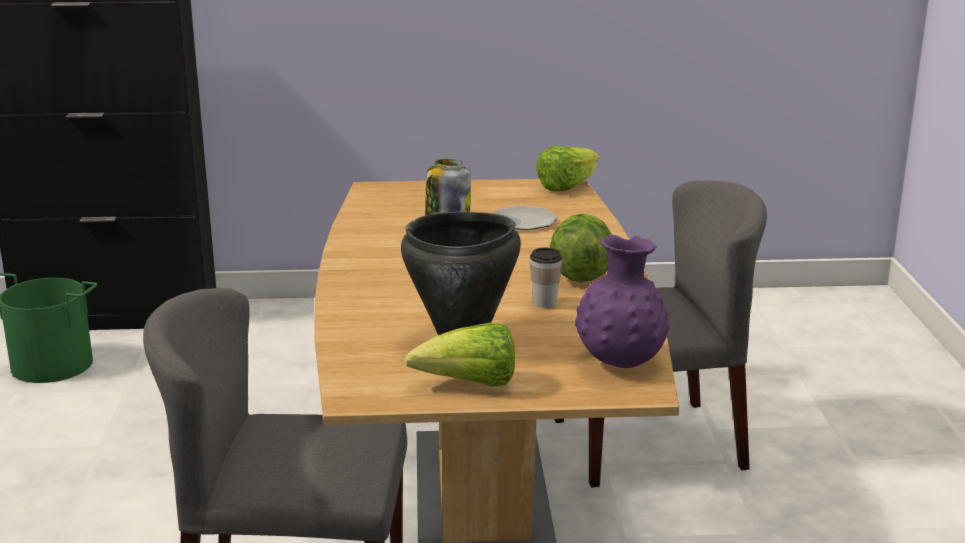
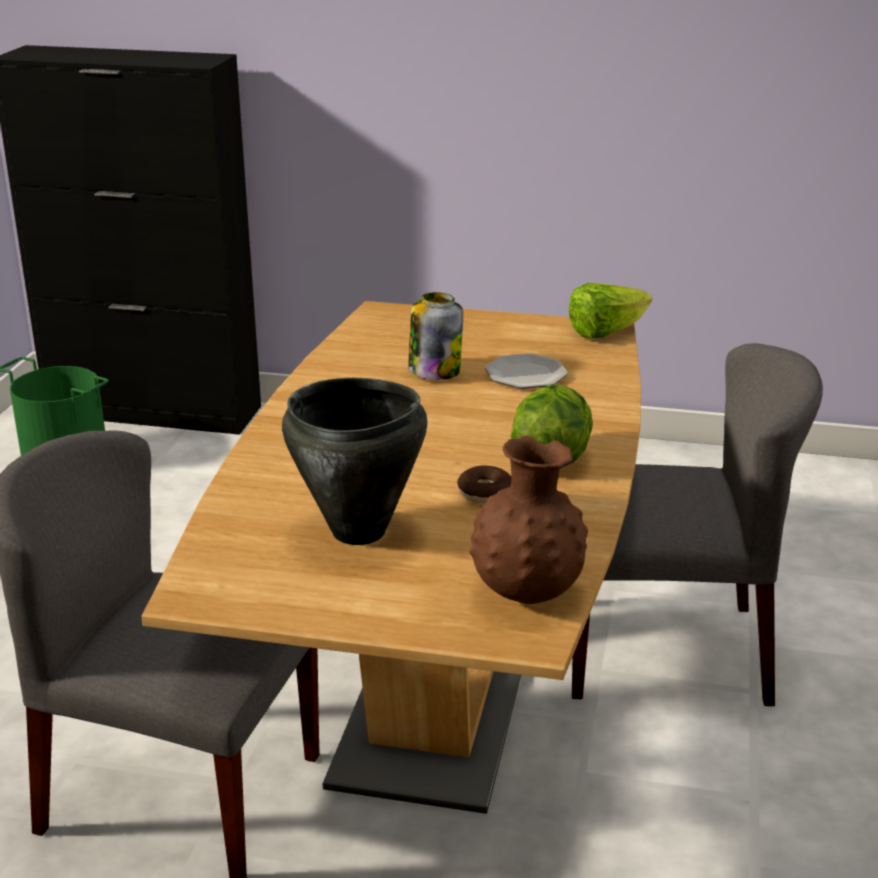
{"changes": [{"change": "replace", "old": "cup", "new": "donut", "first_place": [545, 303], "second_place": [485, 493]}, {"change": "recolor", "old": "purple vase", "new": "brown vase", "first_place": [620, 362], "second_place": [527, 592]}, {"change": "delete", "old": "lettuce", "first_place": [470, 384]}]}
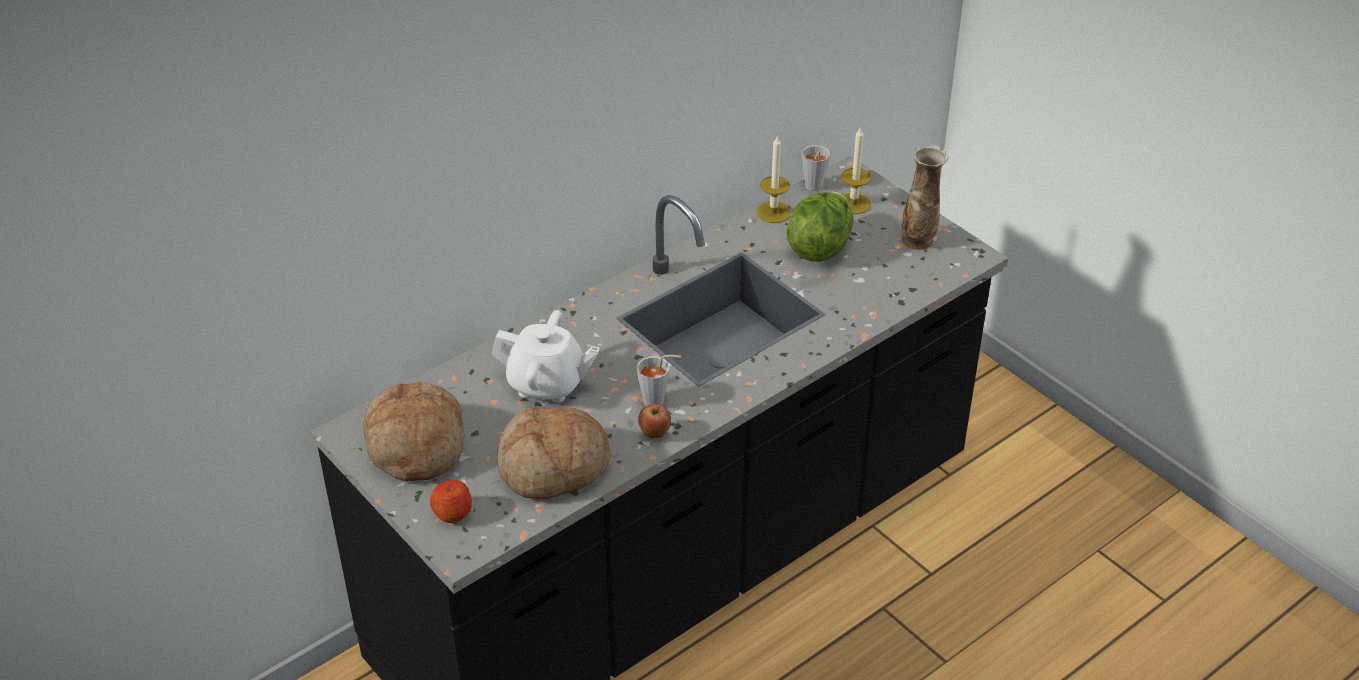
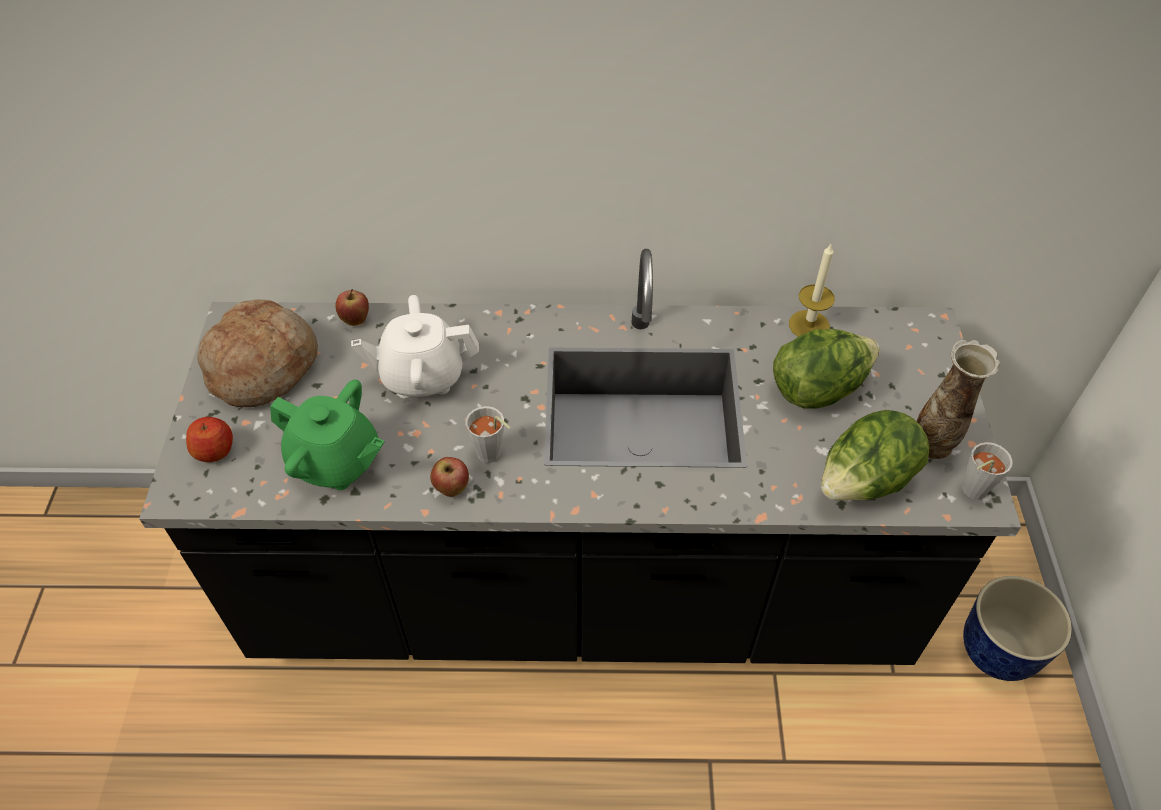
{"changes": [{"change": "replace", "old": "bread", "new": "green teapot", "first_place": [553, 467], "second_place": [336, 462]}, {"change": "insert", "new": "apple", "second_place": [355, 320]}, {"change": "rotate", "old": "white teapot", "first_place": [547, 384], "second_place": [422, 376], "degrees": 120}, {"change": "insert", "new": "lettuce", "second_place": [864, 482]}, {"change": "move", "old": "grey cup", "first_place": [812, 188], "second_place": [969, 492]}, {"change": "insert", "new": "planter", "second_place": [996, 650]}, {"change": "delete", "old": "candle", "first_place": [853, 204]}]}
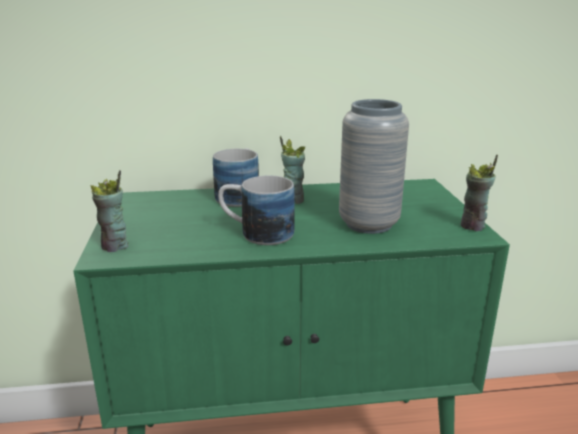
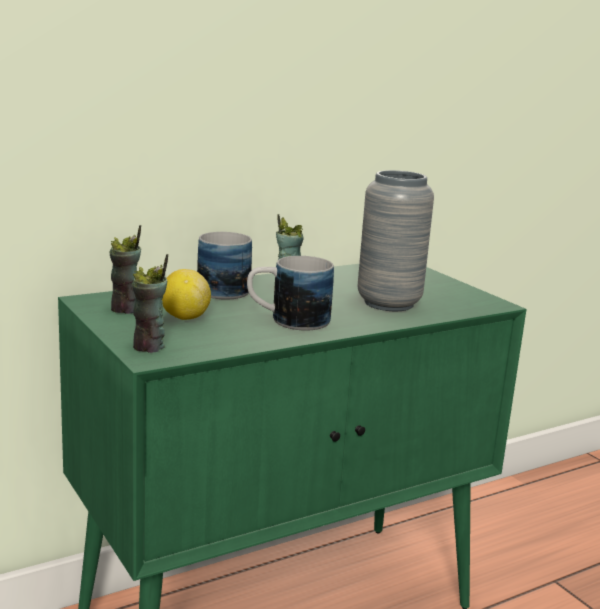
{"changes": [{"change": "move", "old": "cup", "first_place": [473, 226], "second_place": [125, 309]}, {"change": "insert", "new": "lemon", "second_place": [184, 317]}]}
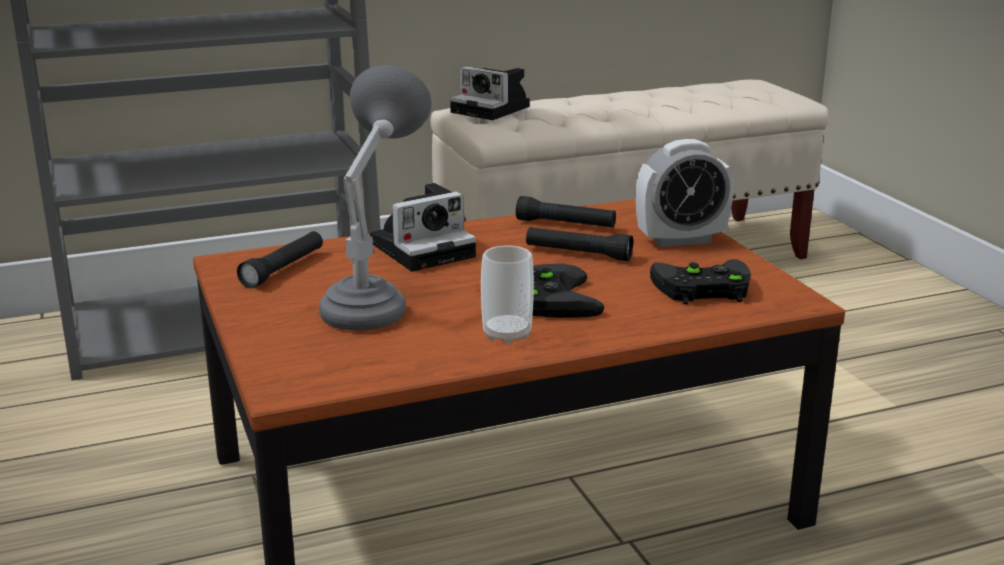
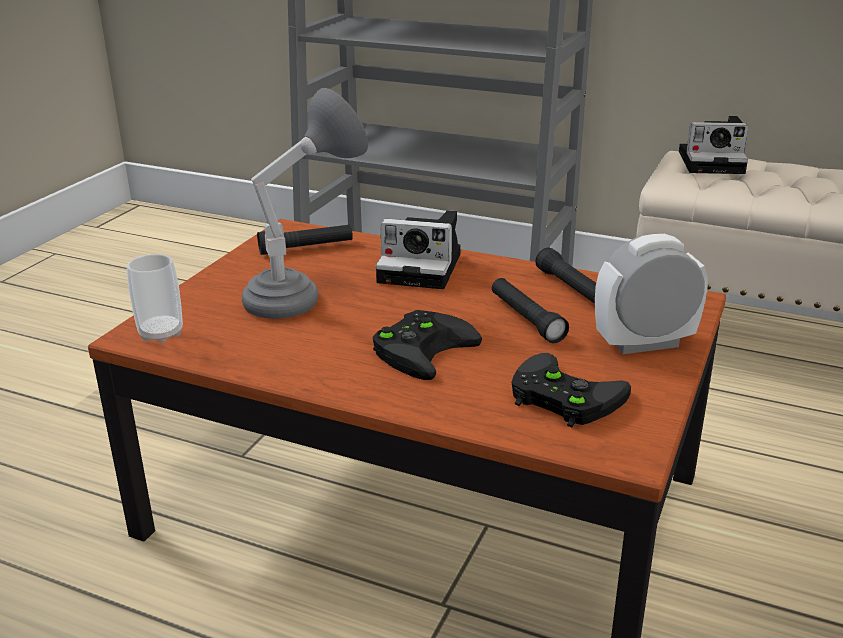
{"changes": [{"change": "move", "old": "cup", "first_place": [507, 334], "second_place": [161, 334]}, {"change": "rotate", "old": "alarm clock", "first_place": [681, 240], "second_place": [644, 343], "degrees": 135}, {"change": "rotate", "old": "photo camera", "first_place": [493, 109], "second_place": [713, 162], "degrees": -75}]}
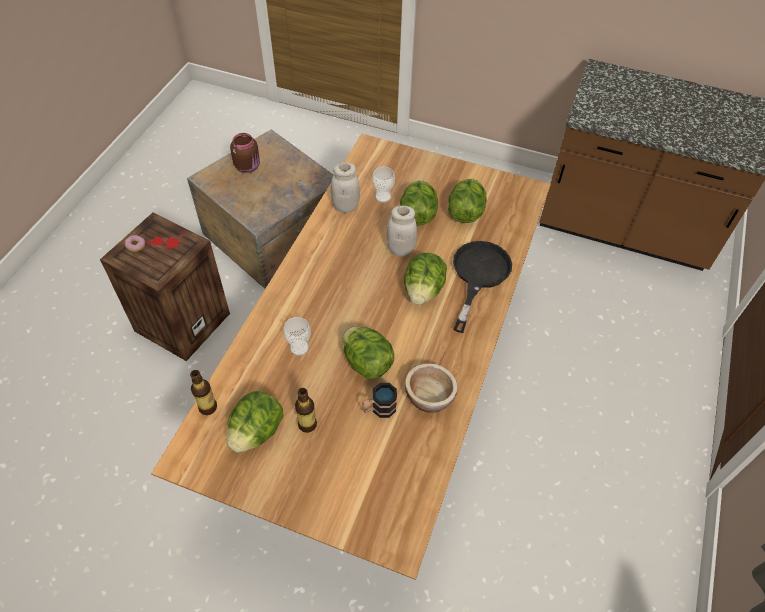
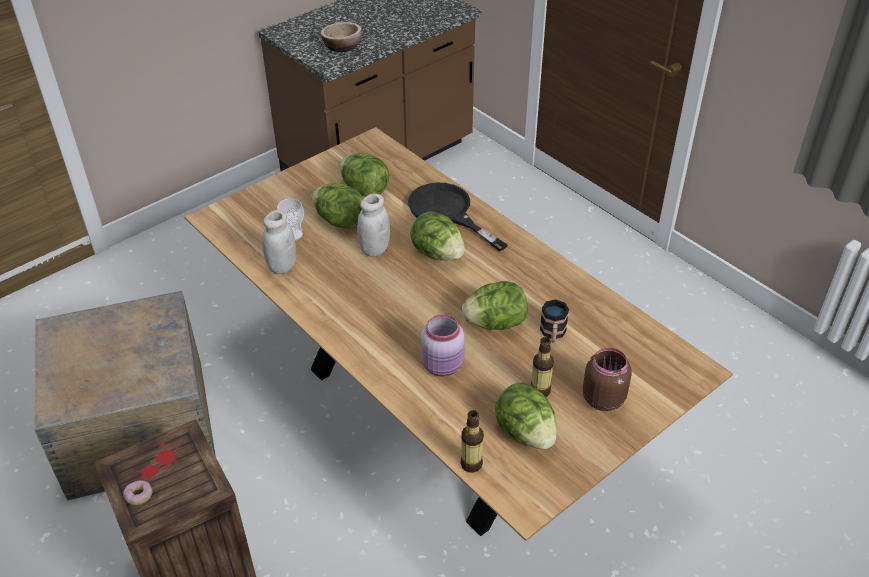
{"changes": [{"change": "move", "old": "bowl", "first_place": [429, 396], "second_place": [342, 47]}, {"change": "replace", "old": "cup", "new": "pink jar", "first_place": [299, 347], "second_place": [443, 366]}, {"change": "move", "old": "brown jar", "first_place": [248, 167], "second_place": [603, 398]}]}
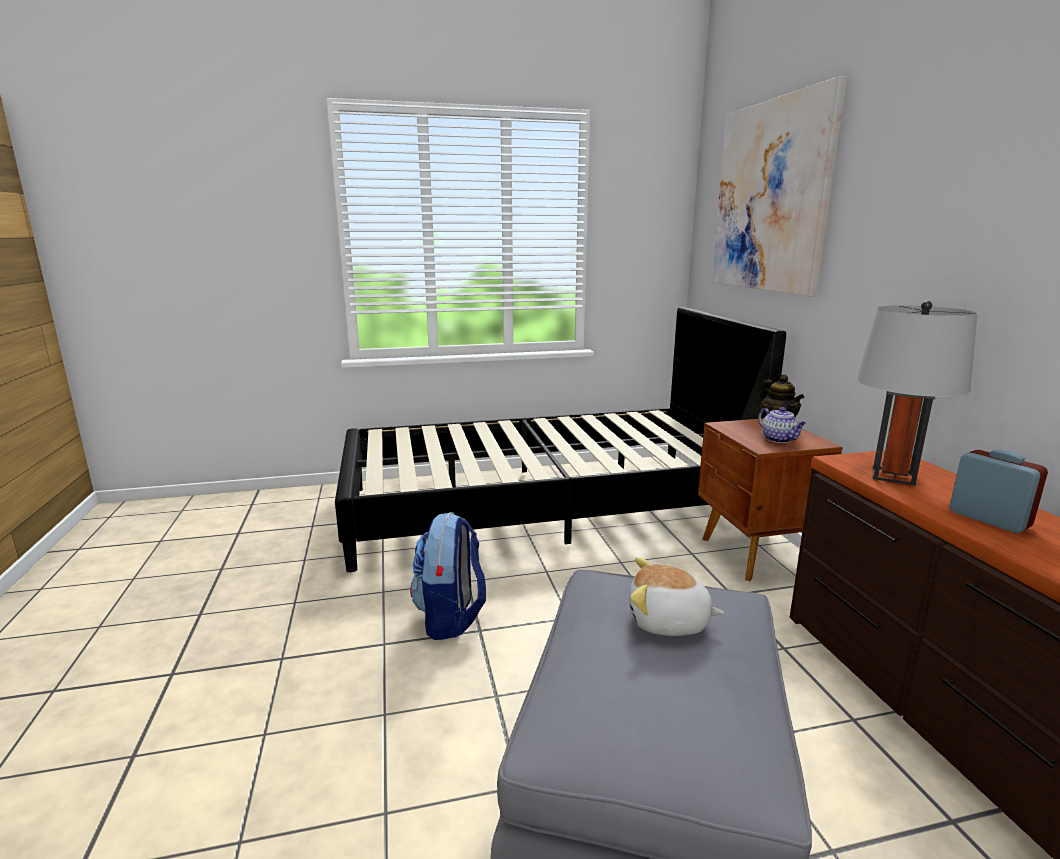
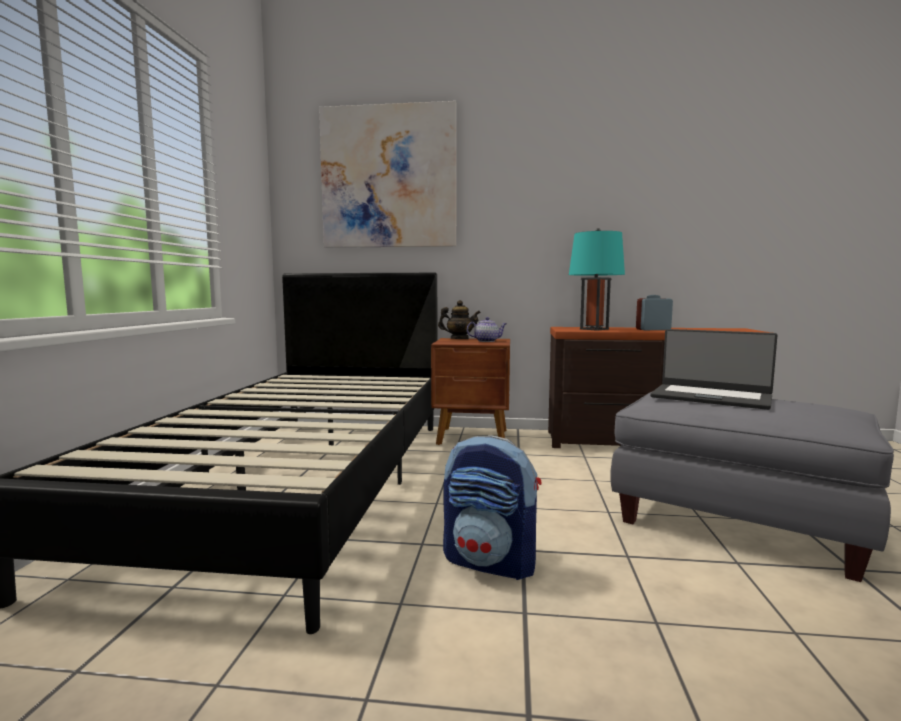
{"changes": [{"change": "recolor", "old": "grey table lamp", "new": "turquoise table lamp", "first_place": [893, 476], "second_place": [594, 329]}, {"change": "replace", "old": "plush toy", "new": "laptop", "first_place": [668, 622], "second_place": [711, 397]}]}
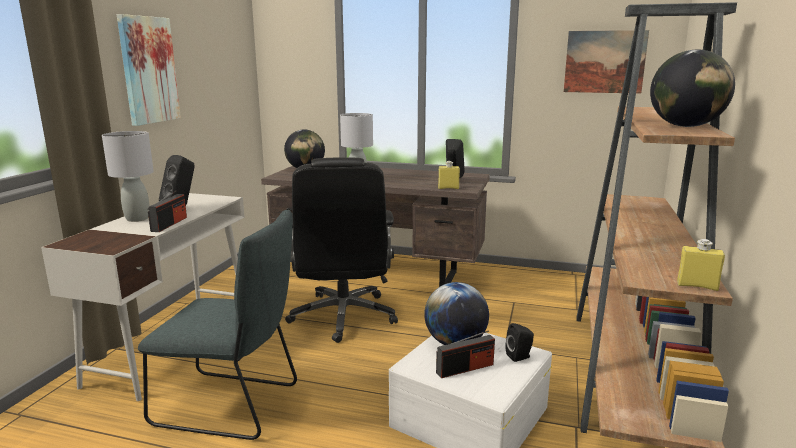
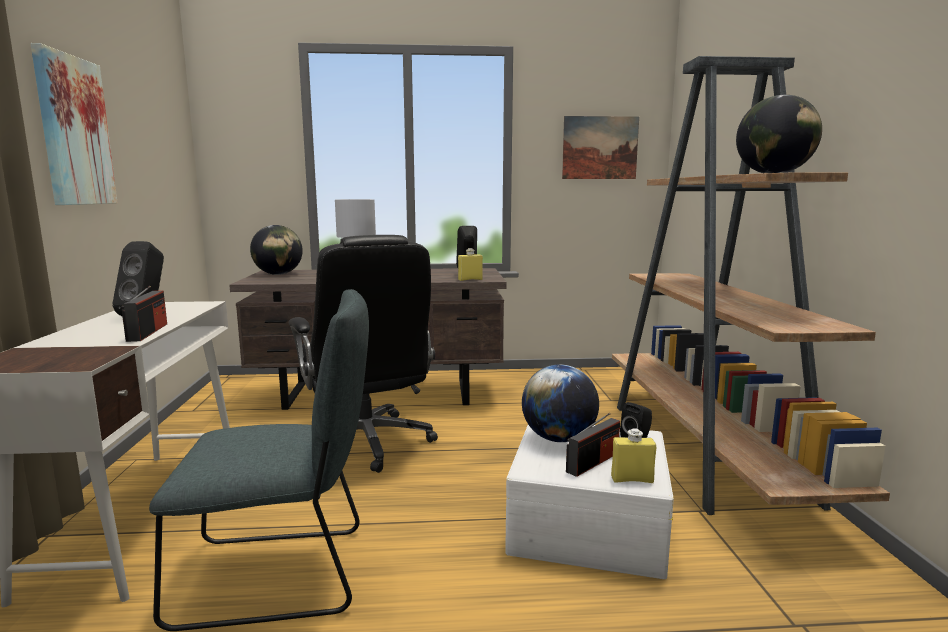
{"changes": [{"change": "move", "old": "yellow bottle", "first_place": [697, 286], "second_place": [632, 479]}, {"change": "delete", "old": "grey table lamp", "first_place": [138, 219]}]}
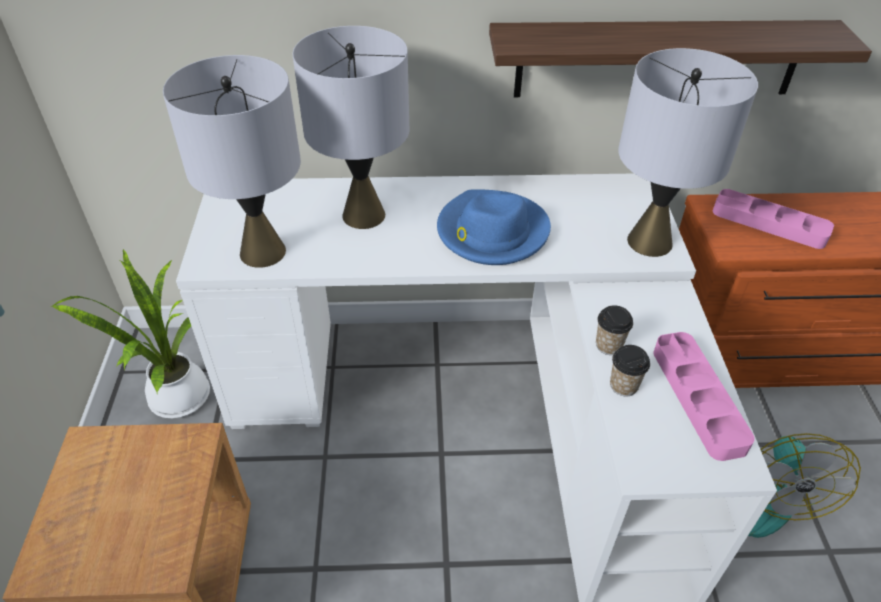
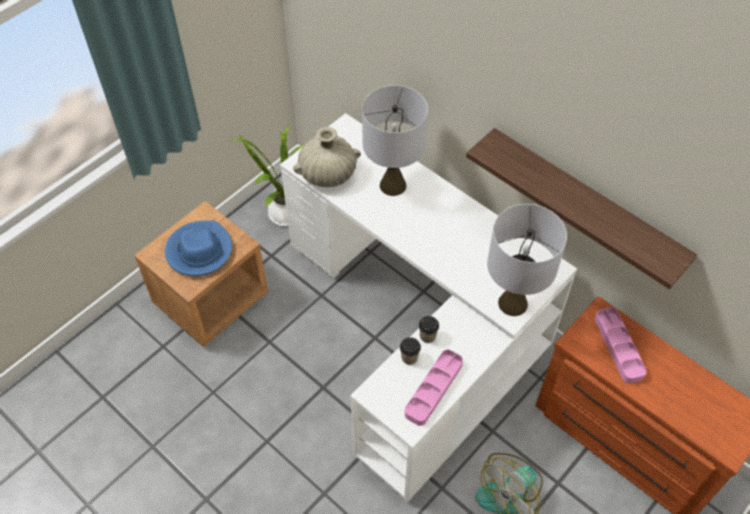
{"changes": [{"change": "move", "old": "blue hat", "first_place": [491, 232], "second_place": [199, 250]}, {"change": "replace", "old": "grey table lamp", "new": "beige vase", "first_place": [262, 252], "second_place": [328, 174]}]}
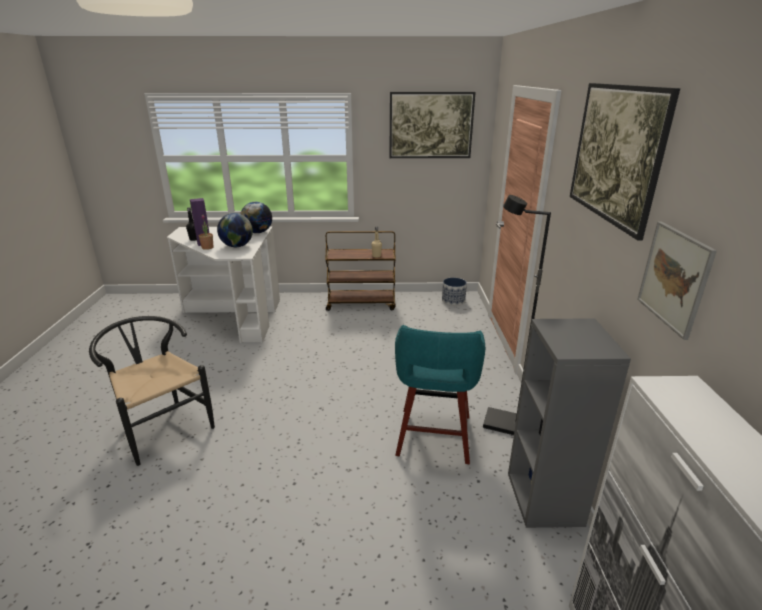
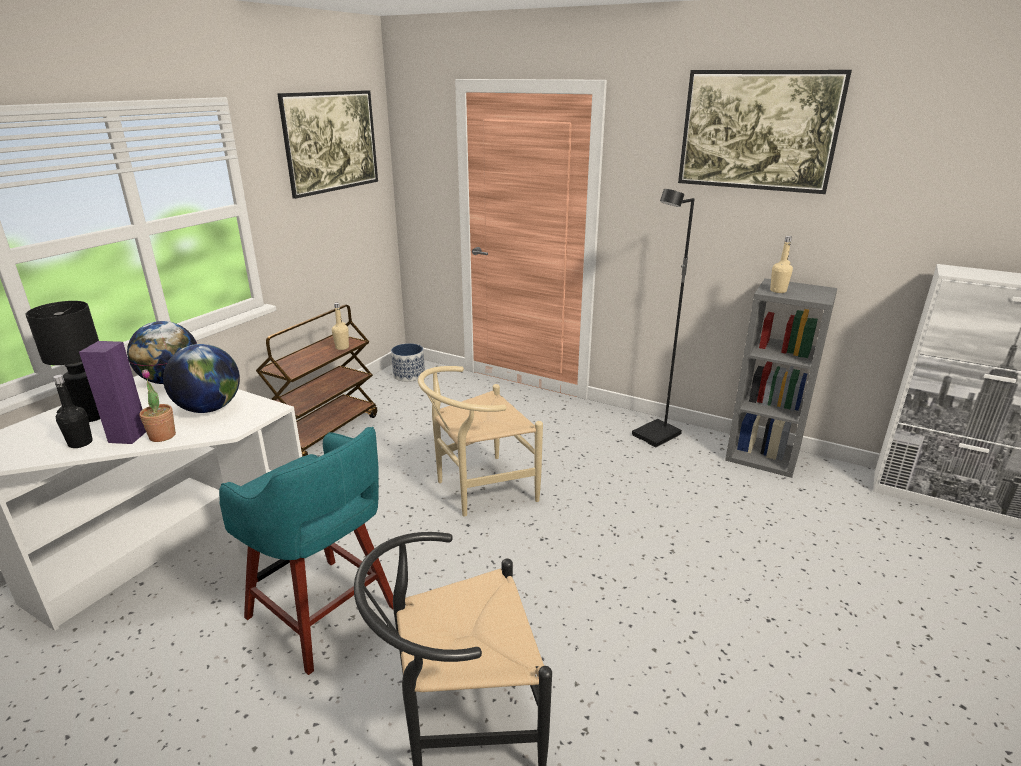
{"changes": [{"change": "insert", "new": "black table lamp", "second_place": [91, 416]}, {"change": "move", "old": "turquoise stool", "first_place": [433, 437], "second_place": [324, 614]}, {"change": "insert", "new": "beige chair", "second_place": [477, 489]}, {"change": "insert", "new": "beige bottle", "second_place": [778, 291]}, {"change": "delete", "old": "picture", "first_place": [674, 278]}]}
